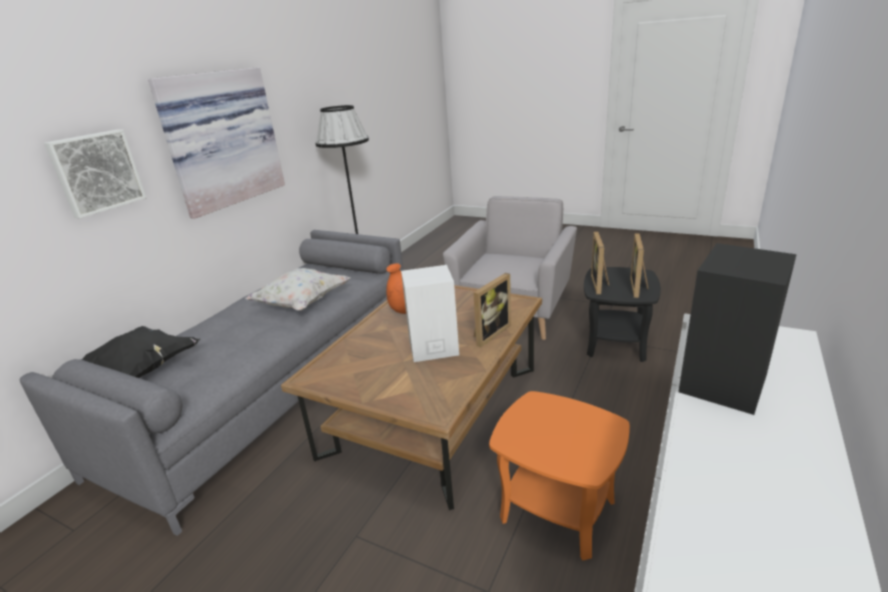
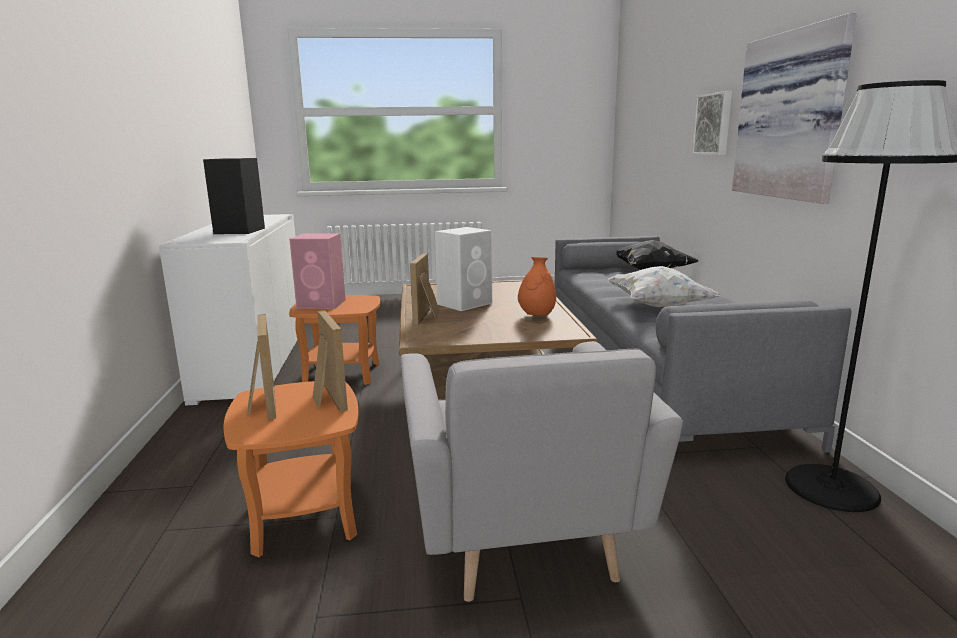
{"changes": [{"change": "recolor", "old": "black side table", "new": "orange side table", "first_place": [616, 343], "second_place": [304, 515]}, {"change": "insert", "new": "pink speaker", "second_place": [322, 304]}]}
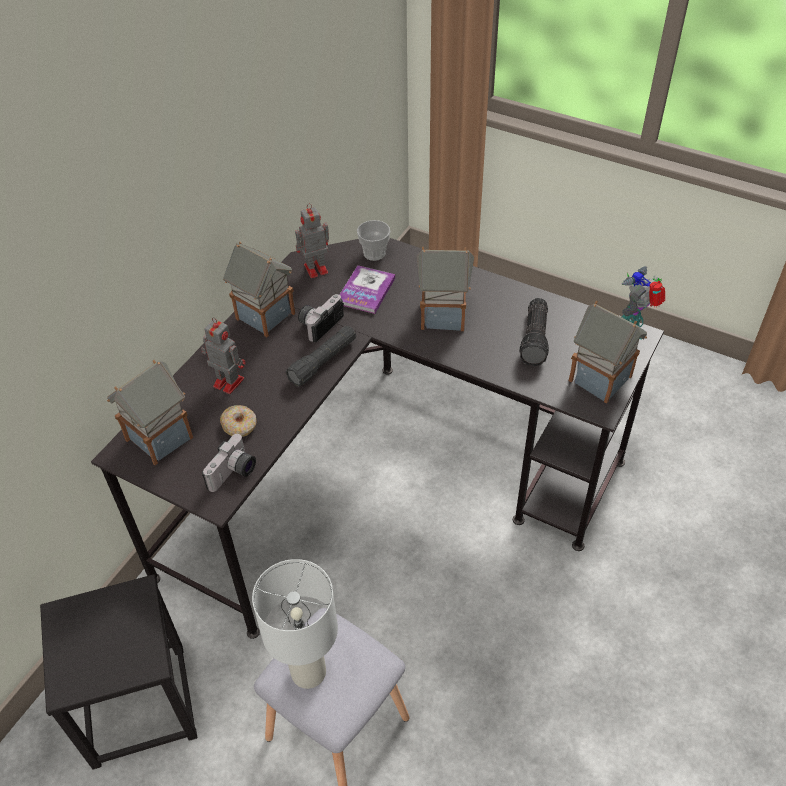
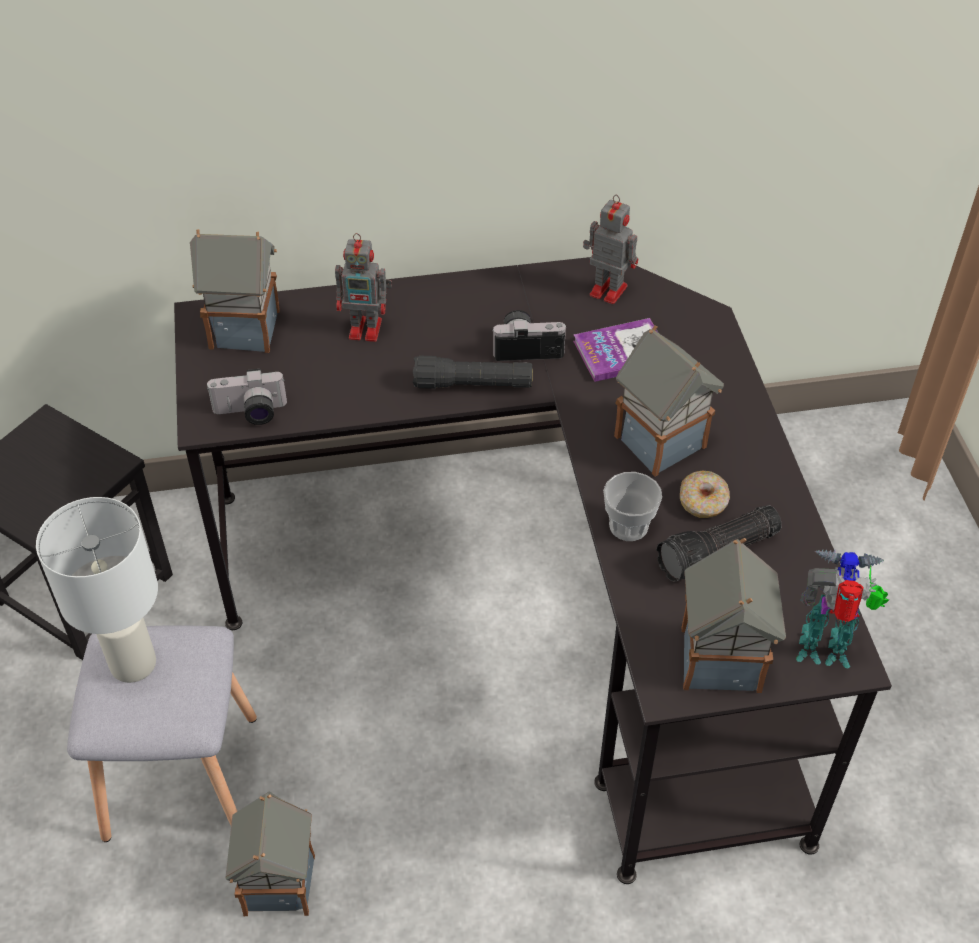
{"changes": [{"change": "move", "old": "toy house", "first_place": [264, 315], "second_place": [278, 882]}, {"change": "rotate", "old": "toy robot", "first_place": [227, 382], "second_place": [367, 329], "degrees": 105}, {"change": "move", "old": "cup", "first_place": [374, 253], "second_place": [628, 526]}, {"change": "move", "old": "donut", "first_place": [240, 425], "second_place": [703, 501]}]}
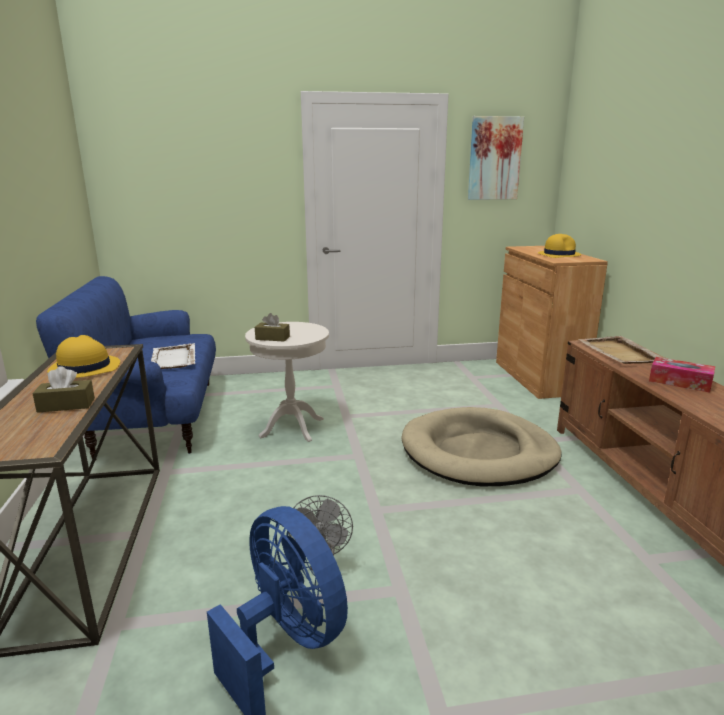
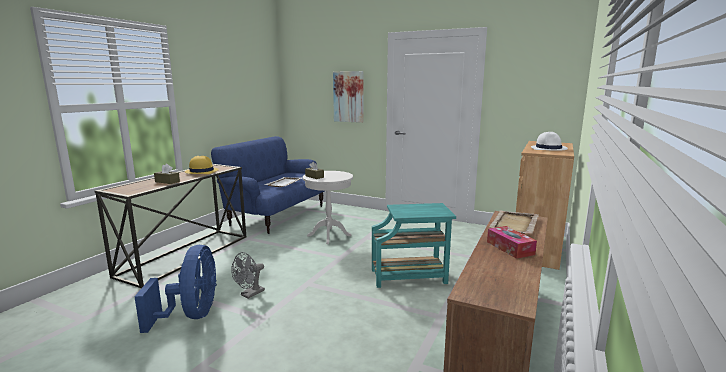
{"changes": [{"change": "move", "old": "picture", "first_place": [494, 158], "second_place": [348, 96]}, {"change": "replace", "old": "beige dog bed", "new": "turquoise side table", "first_place": [479, 452], "second_place": [410, 277]}, {"change": "recolor", "old": "yellow hat", "new": "white hat", "first_place": [559, 254], "second_place": [549, 148]}]}
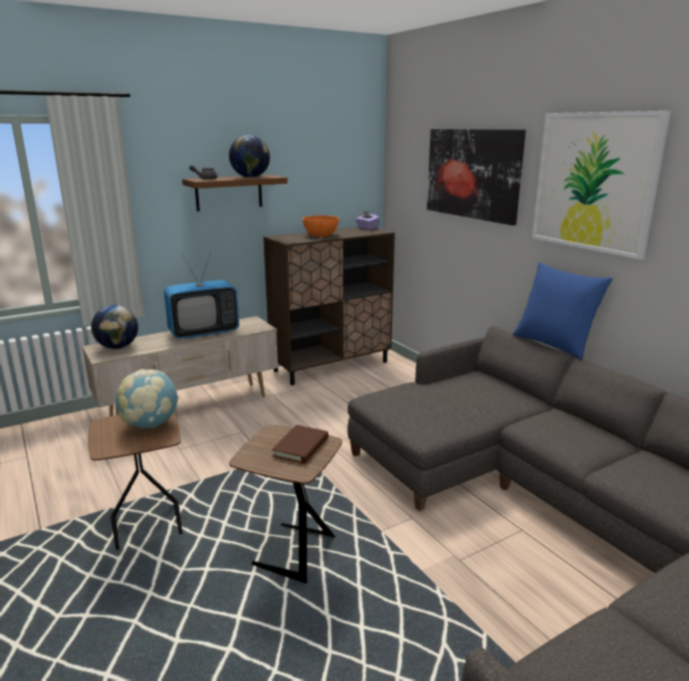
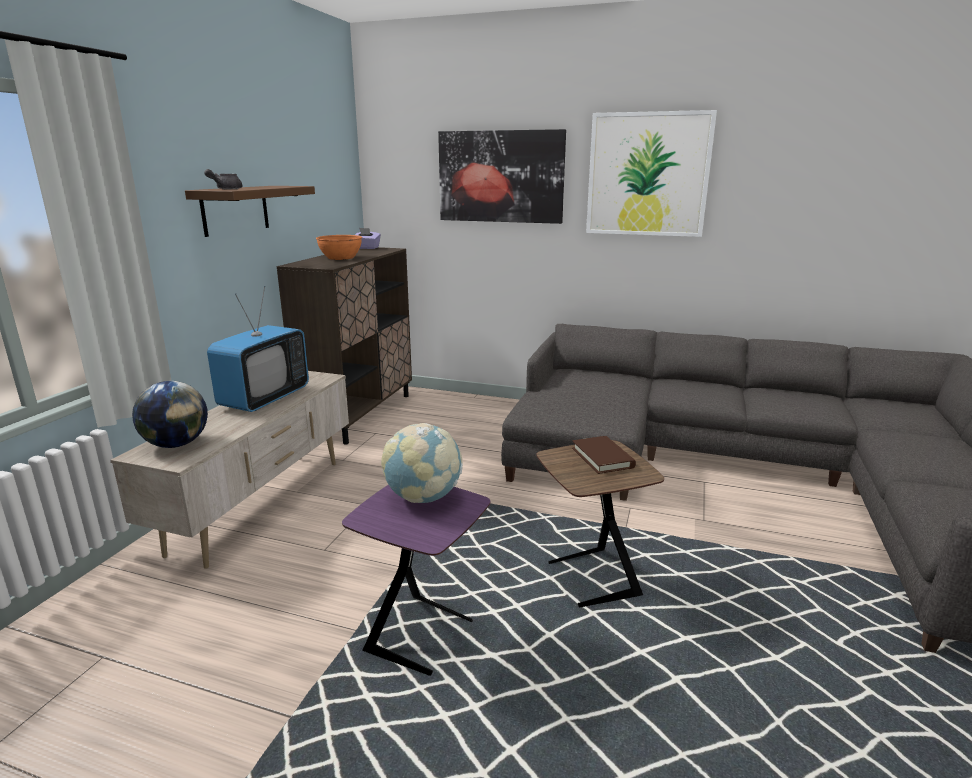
{"changes": [{"change": "recolor", "old": "brown side table", "new": "purple side table", "first_place": [148, 526], "second_place": [423, 635]}, {"change": "delete", "old": "globe", "first_place": [250, 177]}, {"change": "delete", "old": "blue pillow", "first_place": [554, 344]}]}
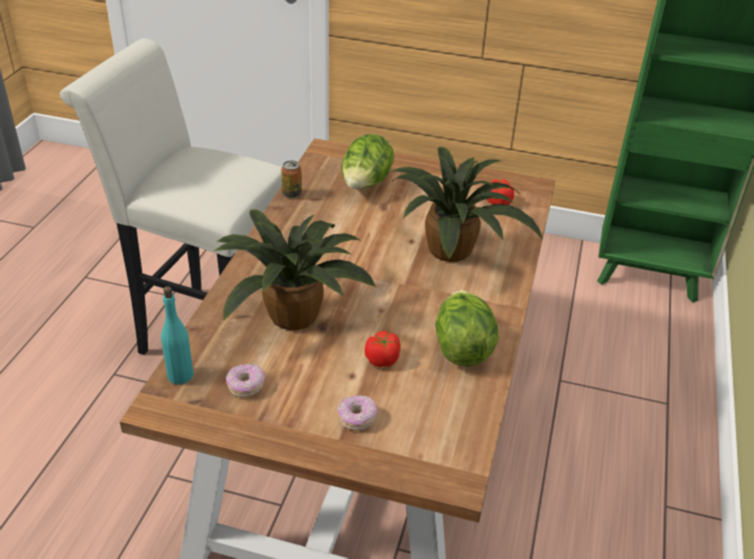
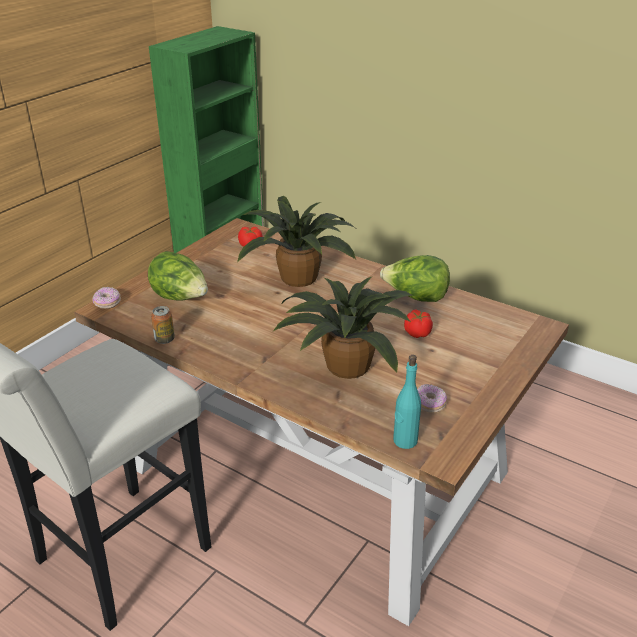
{"changes": [{"change": "move", "old": "donut", "first_place": [357, 418], "second_place": [107, 303]}]}
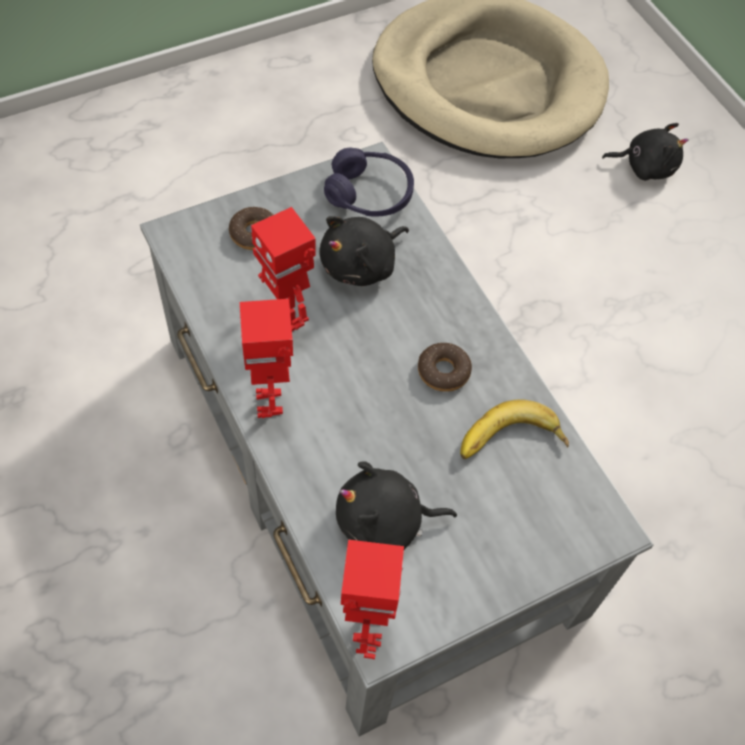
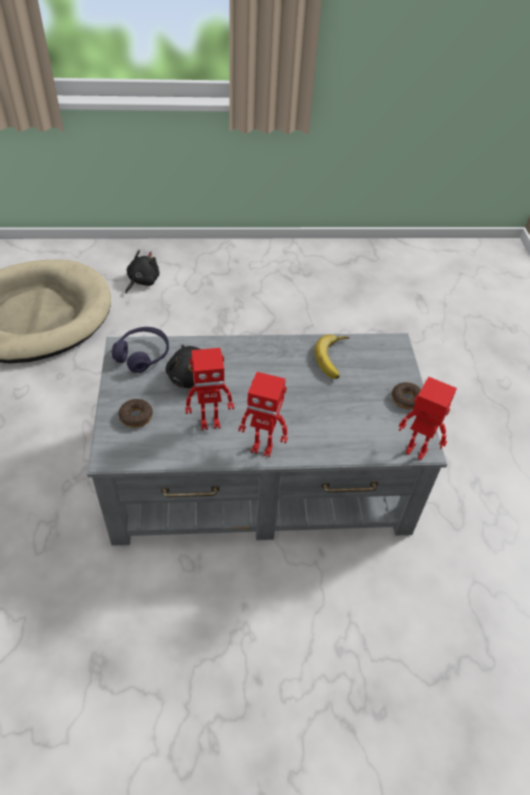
{"changes": [{"change": "move", "old": "donut", "first_place": [443, 371], "second_place": [406, 399]}, {"change": "delete", "old": "black plush toy", "first_place": [385, 522]}]}
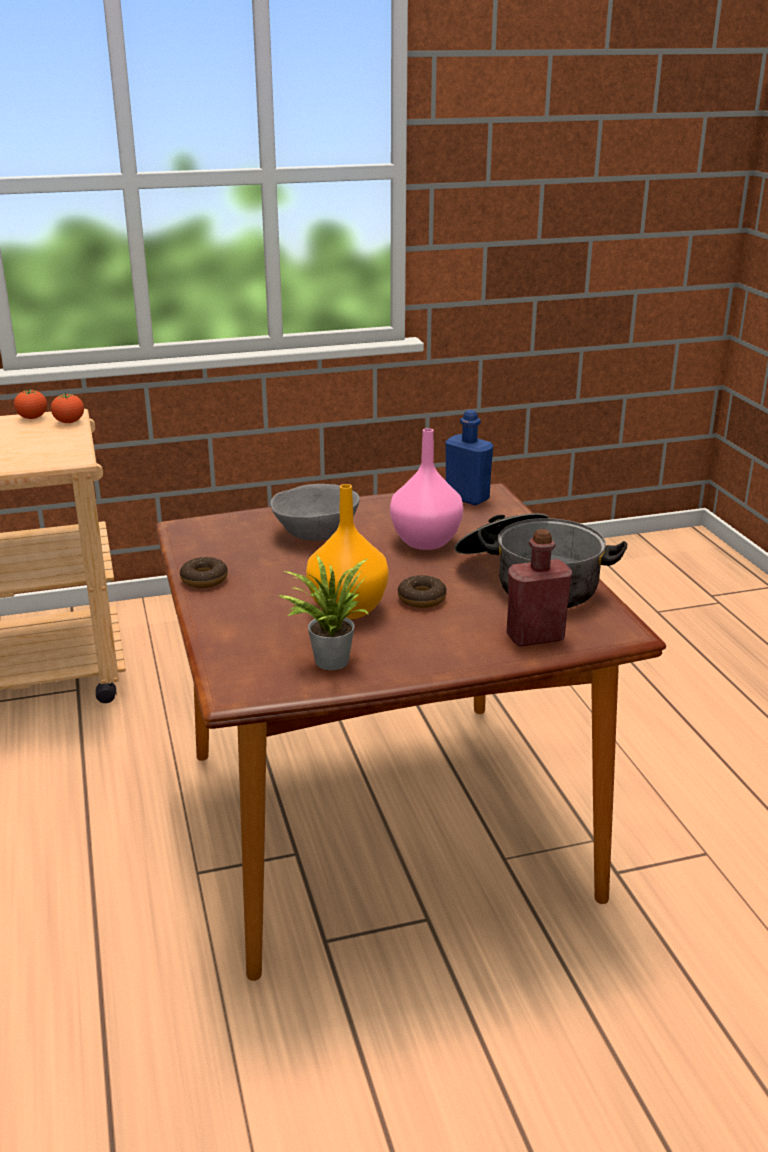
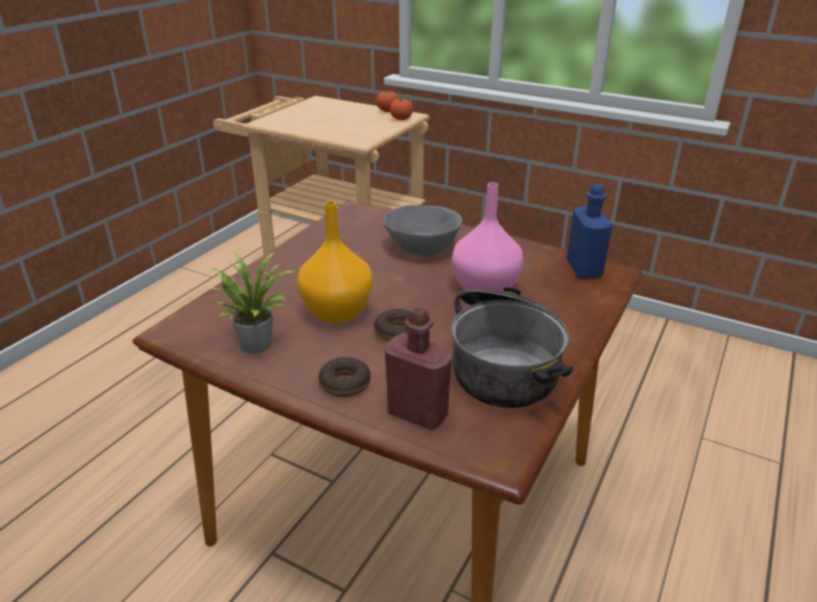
{"changes": [{"change": "move", "old": "donut", "first_place": [204, 579], "second_place": [345, 383]}]}
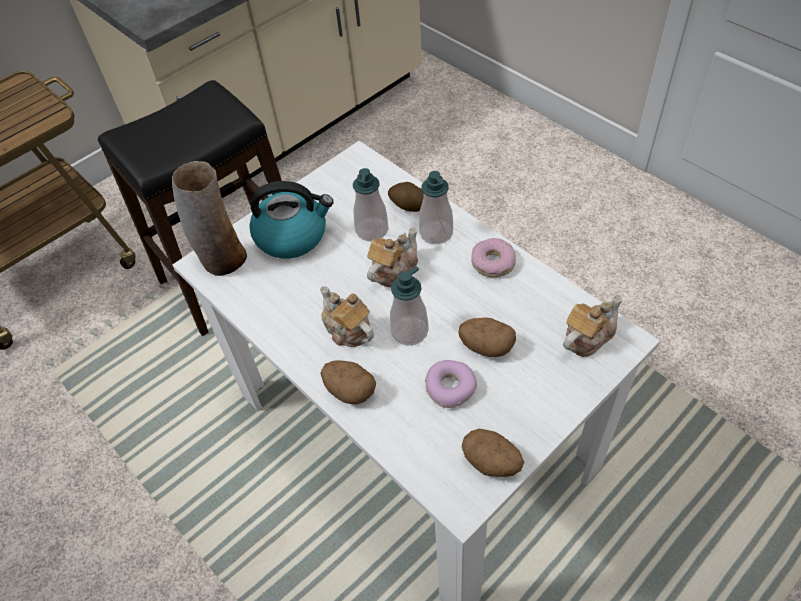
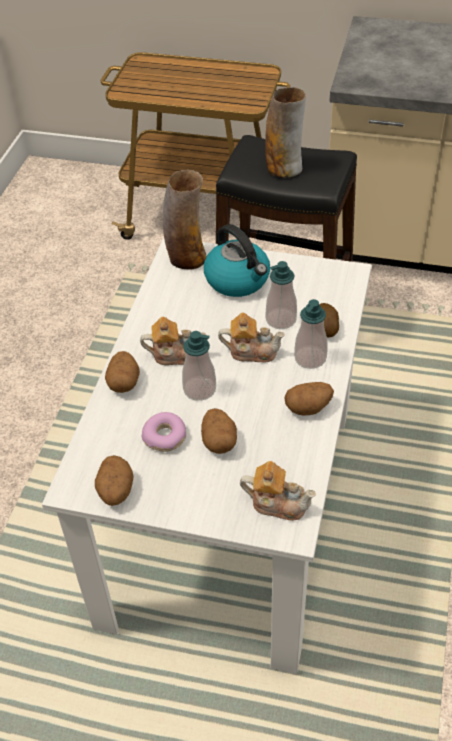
{"changes": [{"change": "rotate", "old": "teapot", "first_place": [347, 330], "second_place": [175, 354], "degrees": 75}, {"change": "insert", "new": "vase", "second_place": [284, 168]}, {"change": "replace", "old": "donut", "new": "potato", "first_place": [493, 262], "second_place": [308, 407]}]}
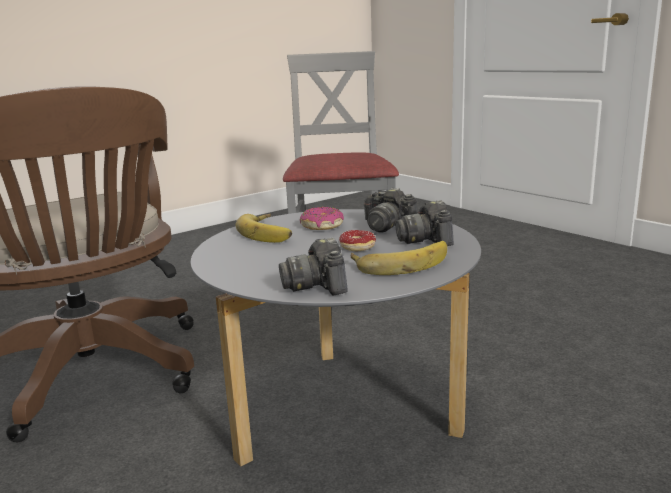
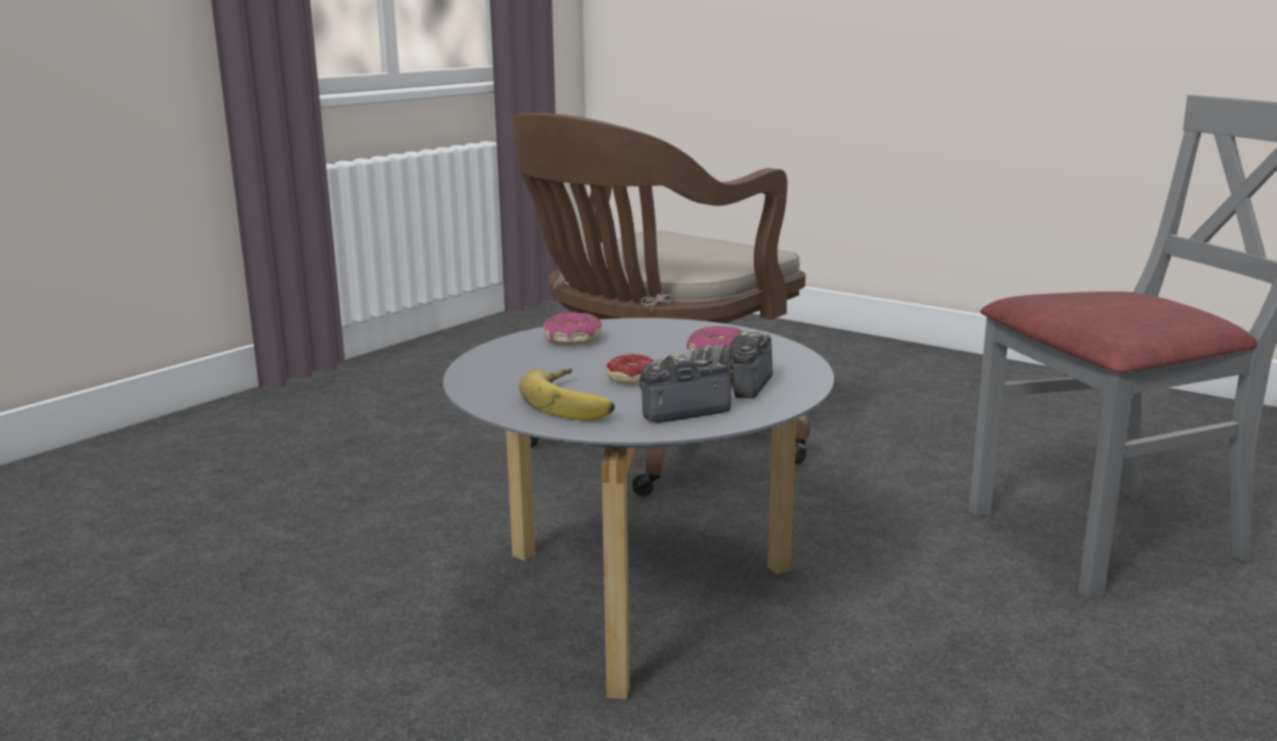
{"changes": [{"change": "insert", "new": "donut", "second_place": [572, 339]}, {"change": "delete", "old": "banana", "first_place": [270, 232]}, {"change": "delete", "old": "photo camera", "first_place": [317, 285]}]}
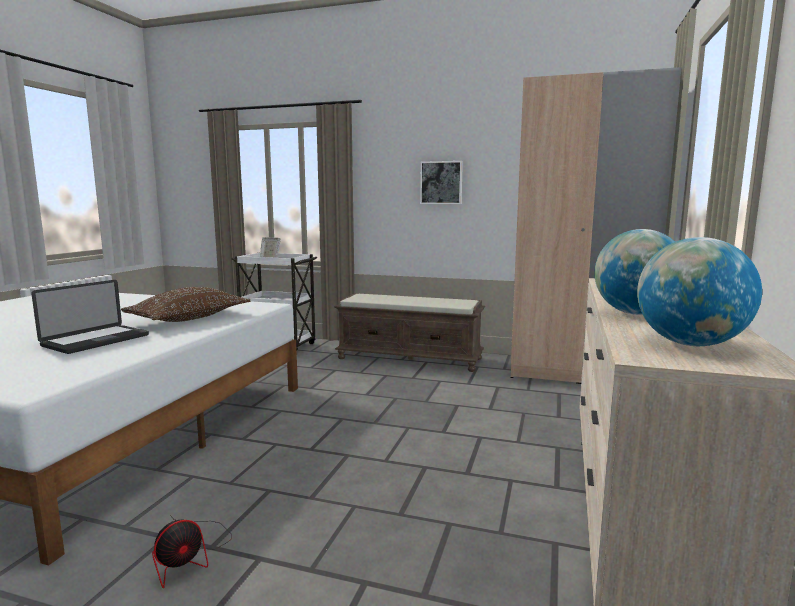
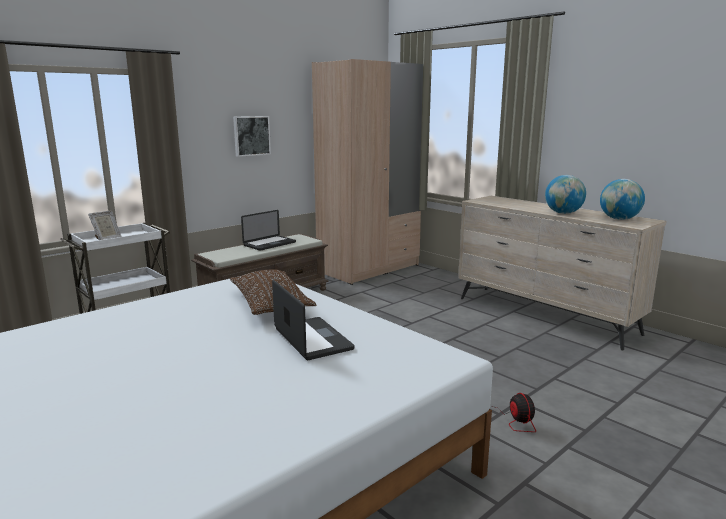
{"changes": [{"change": "insert", "new": "laptop", "second_place": [269, 244]}]}
